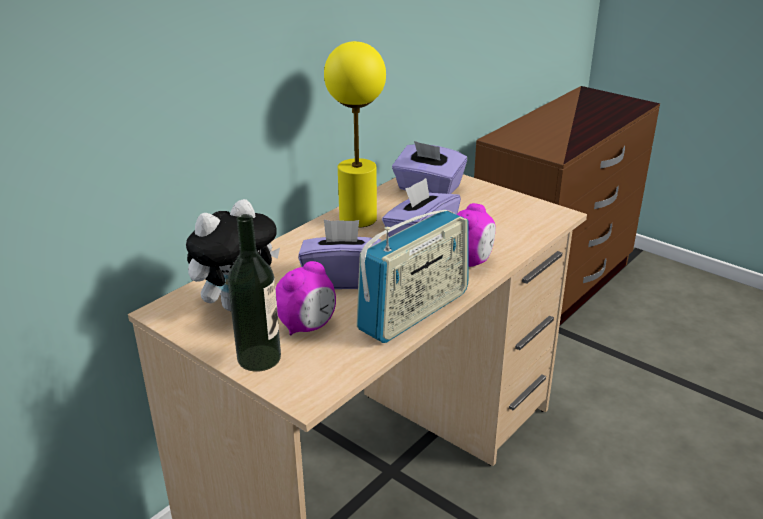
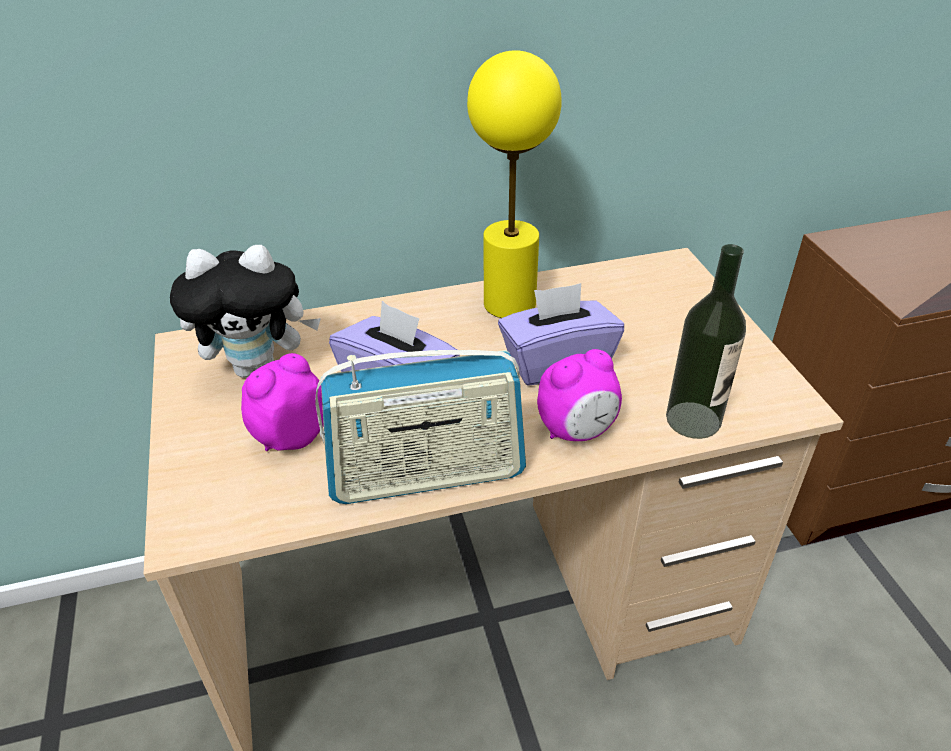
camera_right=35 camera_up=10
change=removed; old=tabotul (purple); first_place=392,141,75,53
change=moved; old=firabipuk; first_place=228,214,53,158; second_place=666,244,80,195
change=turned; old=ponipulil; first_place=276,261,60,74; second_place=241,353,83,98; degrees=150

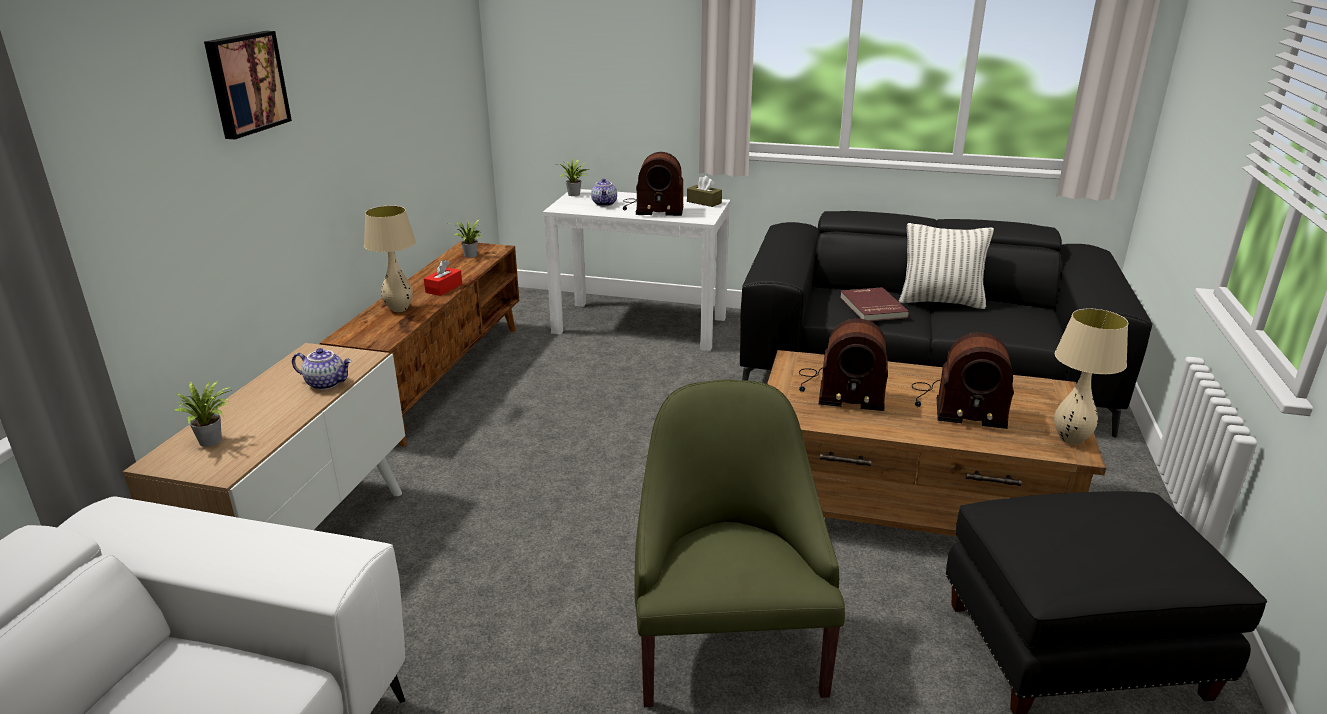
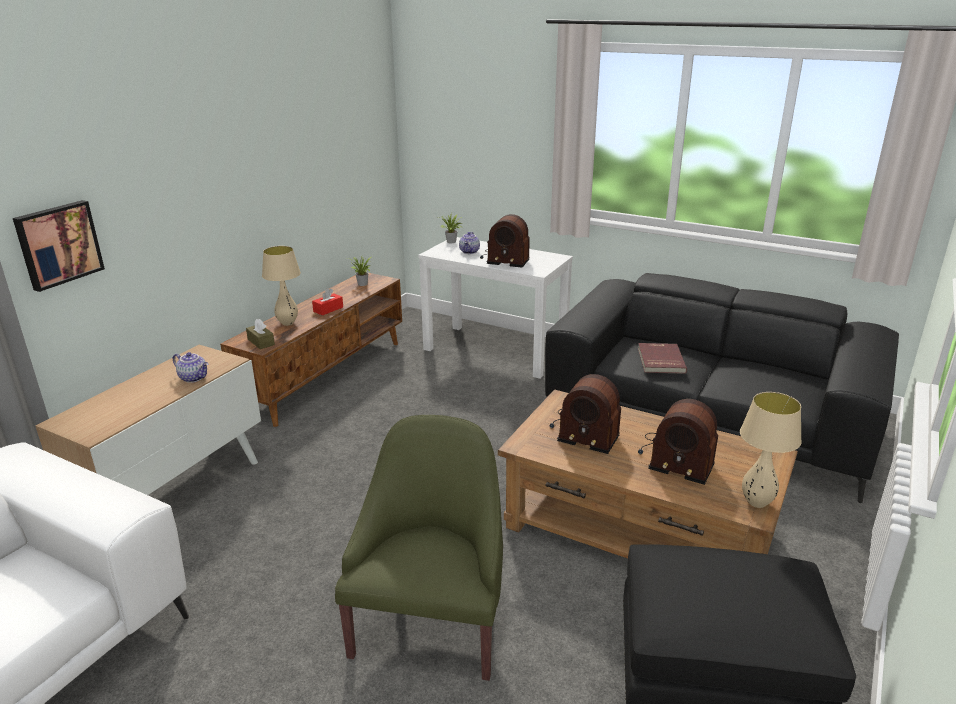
camera_right=15 camera_up=0
change=moved; old=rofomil; first_place=204,31,88,108; second_place=13,200,92,92
change=moved; old=tabotul (brown); first_place=687,176,35,31; second_place=246,319,29,30
change=removed; old=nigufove; first_place=899,223,95,86
change=removed; old=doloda; first_place=175,381,57,66

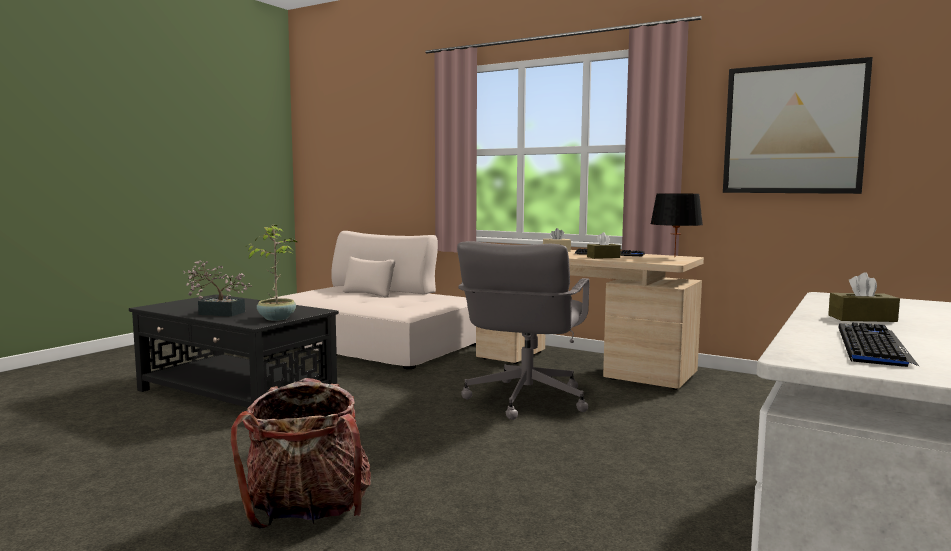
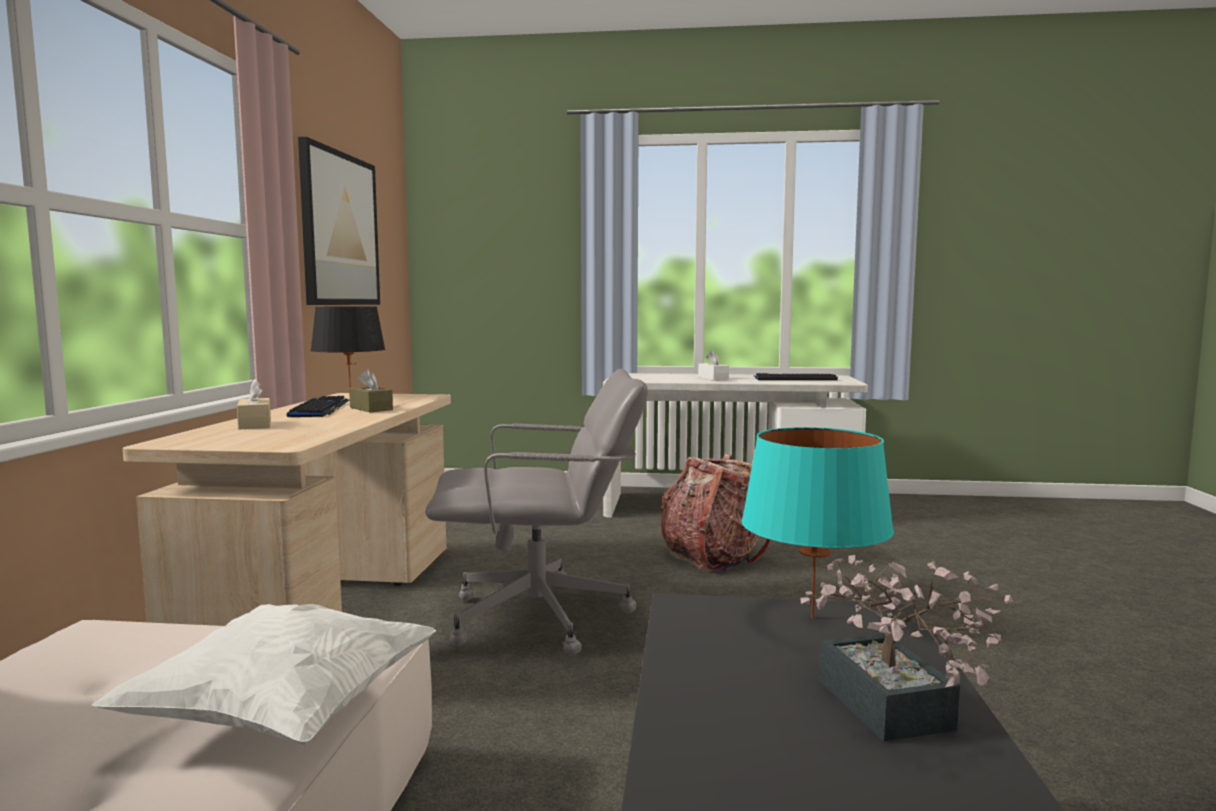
camera_right=-115 camera_up=0
change=replaced; old=doloda; new=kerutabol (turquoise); first_place=245,225,53,96; second_place=741,427,153,191
change=recoloured; old=tabotul (brown); new=tabotul (white); first_place=828,272,72,50; second_place=698,351,31,30
change=moved; old=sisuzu; first_place=231,378,140,151; second_place=661,454,110,118
change=added; new=nigufove (white); second_place=91,604,345,141

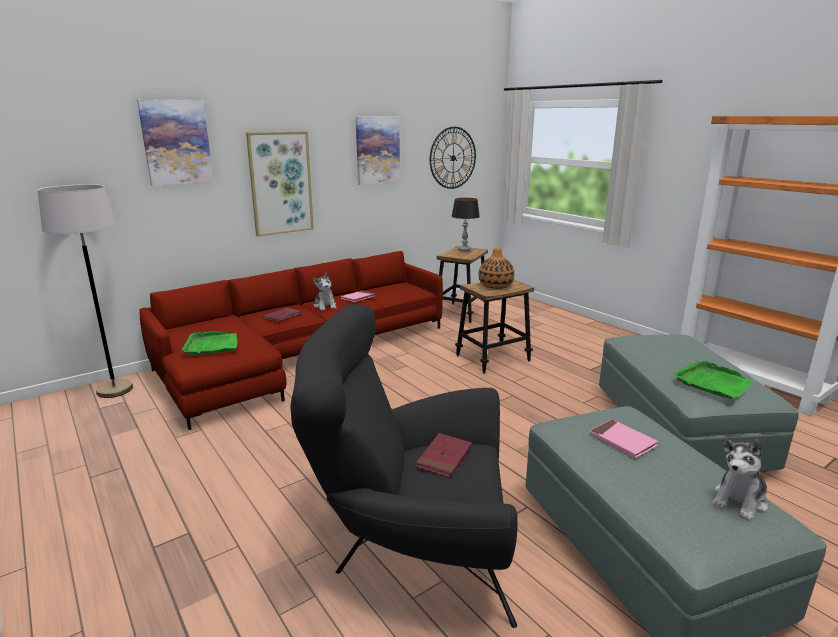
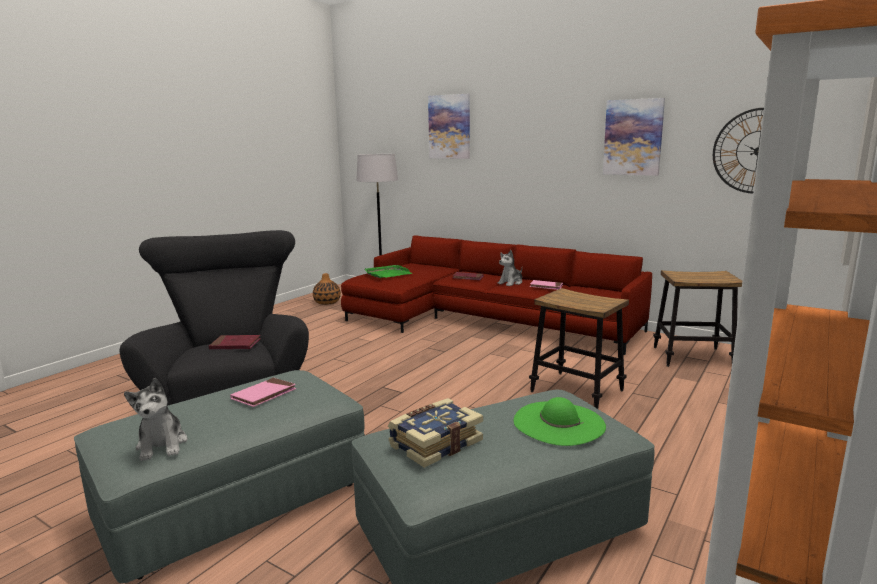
camera_right=70 camera_up=-5
change=removed; old=rofomil; first_place=246,131,68,105
change=removed; old=kerutabol; first_place=452,198,28,53
change=moved; old=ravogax; first_place=478,248,36,41; second_place=313,273,28,32
change=replaced; old=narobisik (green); new=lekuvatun; first_place=673,360,80,39; second_place=388,398,95,70
change=turned; old=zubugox; first_place=712,437,56,84; second_place=124,378,63,83; degrees=-135
change=added; new=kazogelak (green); second_place=514,397,92,49

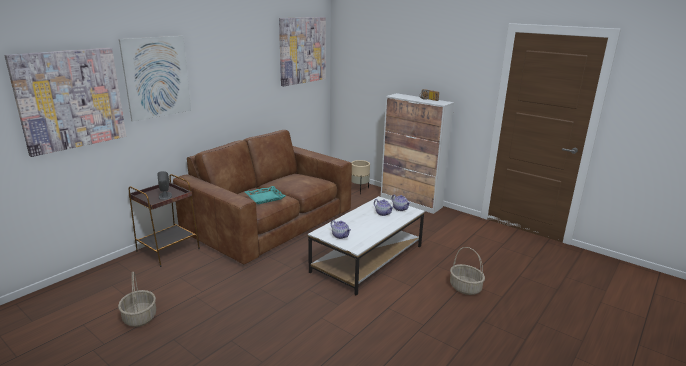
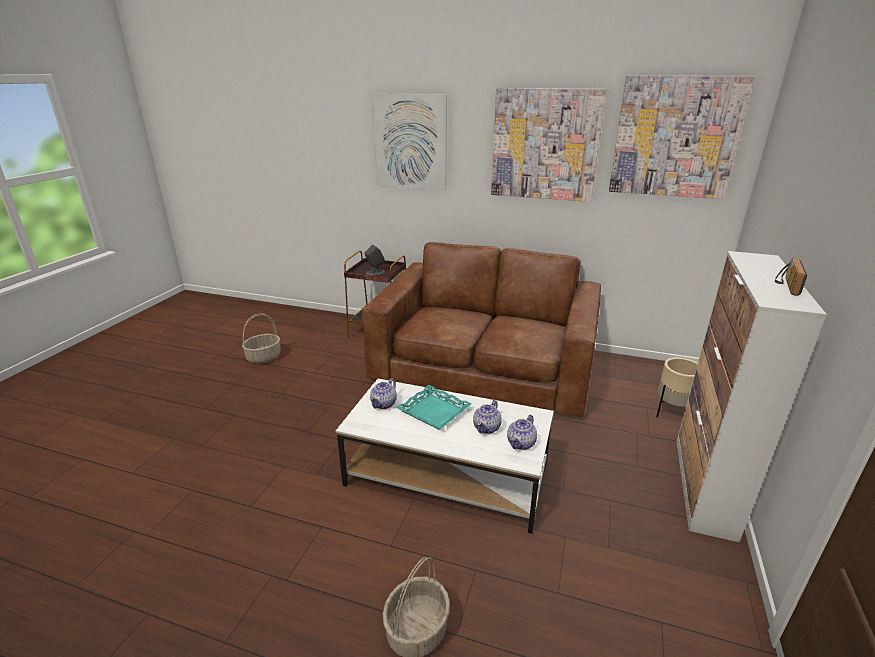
camera_right=70 camera_up=5
change=moved; old=rofomil; first_place=4,48,122,109; second_place=491,88,115,114
change=moved; old=narobisik (turquoise); first_place=245,186,40,18; second_place=396,385,76,44

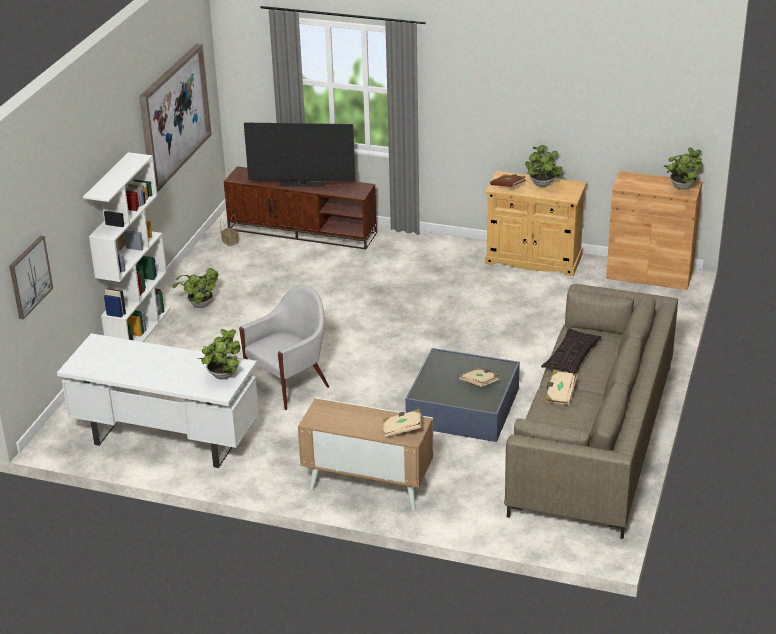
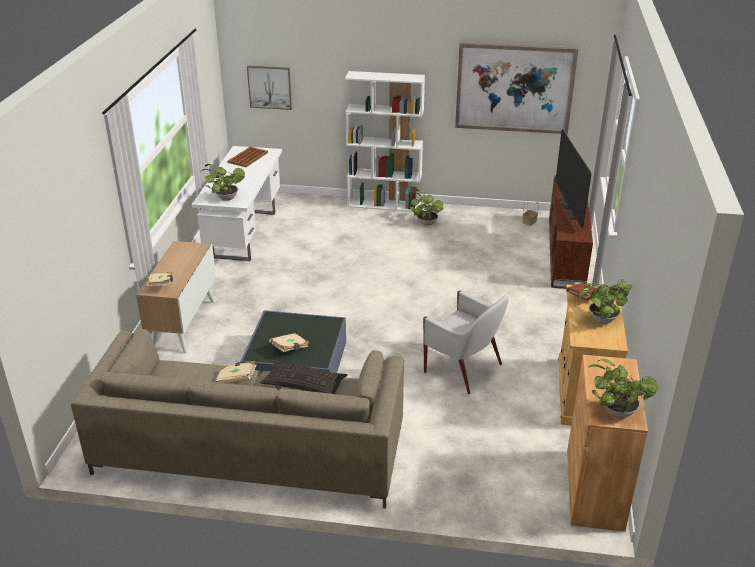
camera_right=80 camera_up=0
change=moved; old=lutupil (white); first_place=239,285,90,125; second_place=423,290,85,104
change=added; new=narobisik (brown); second_place=228,147,40,20

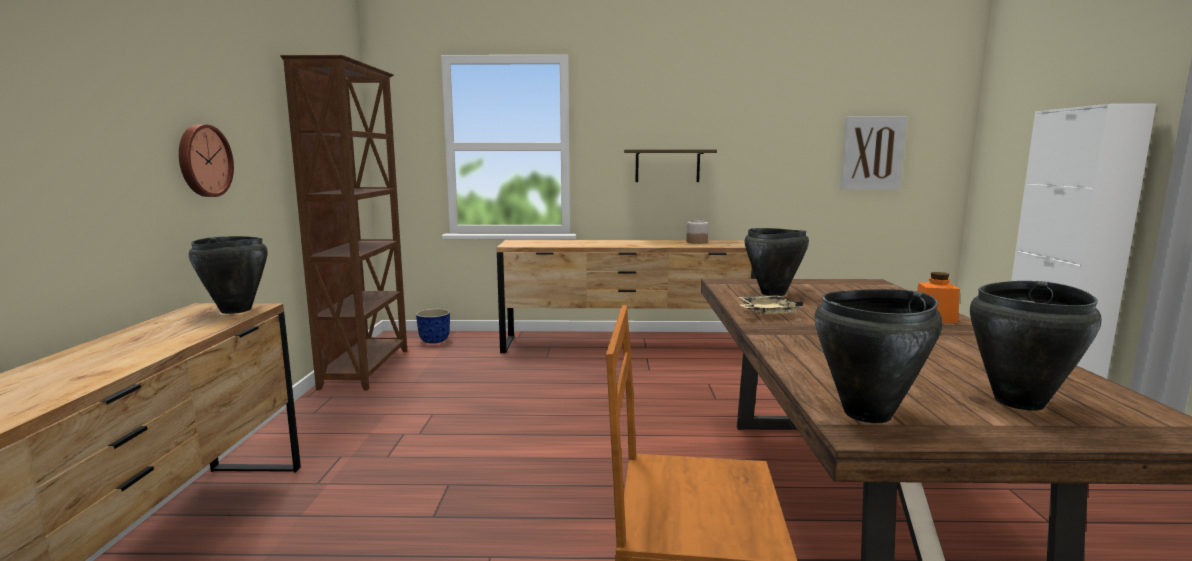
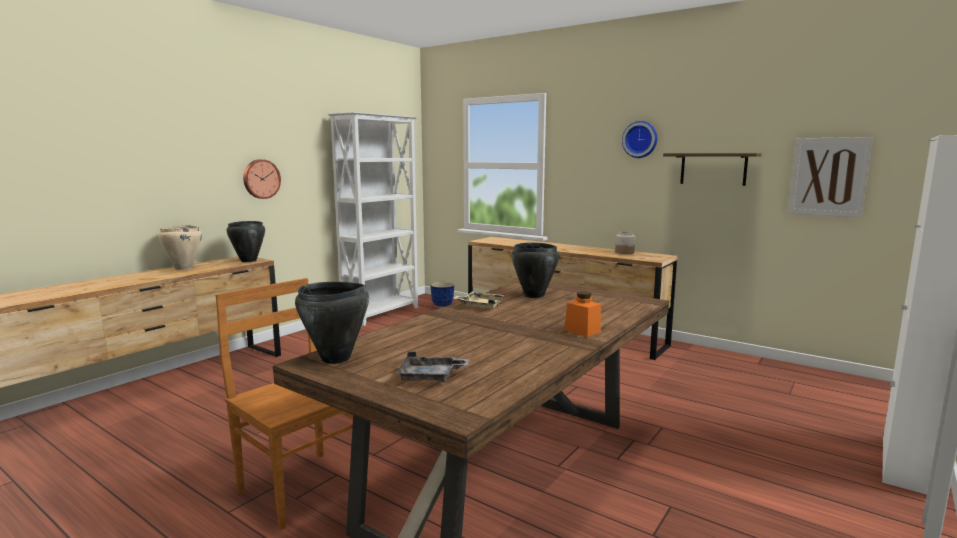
camera_right=35 camera_up=0
change=recoloured; old=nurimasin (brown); new=nurimasin (white); first_place=280,55,127,335; second_place=328,112,90,214
change=moved; old=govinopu; first_place=624,150,93,32; second_place=663,153,99,33
change=replaced; old=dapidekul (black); new=narobisik (grey); first_place=970,281,132,130; second_place=395,351,75,31
change=added; new=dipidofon; second_place=622,121,35,37
change=added; new=dapidekul (beige); second_place=158,226,44,44

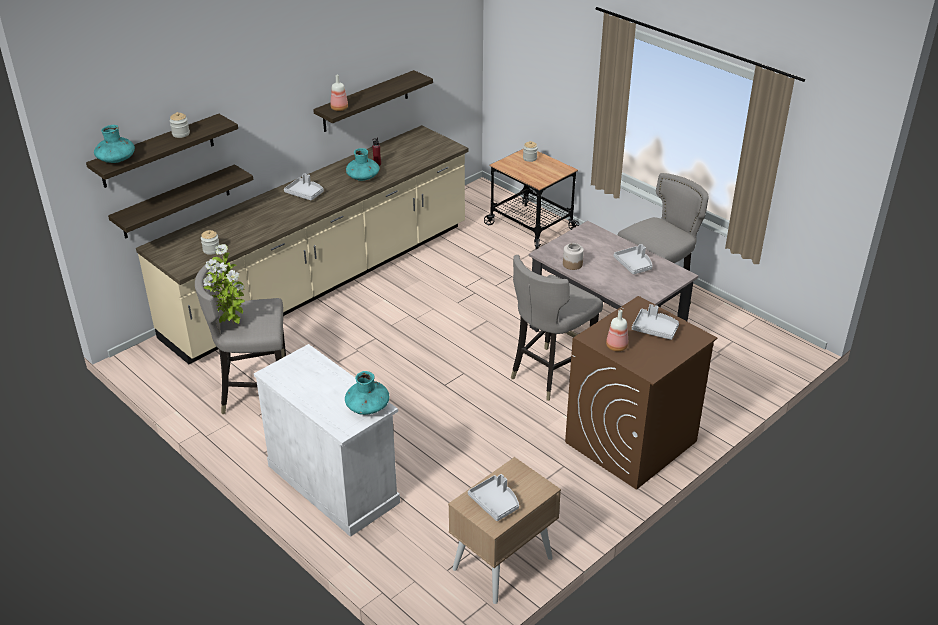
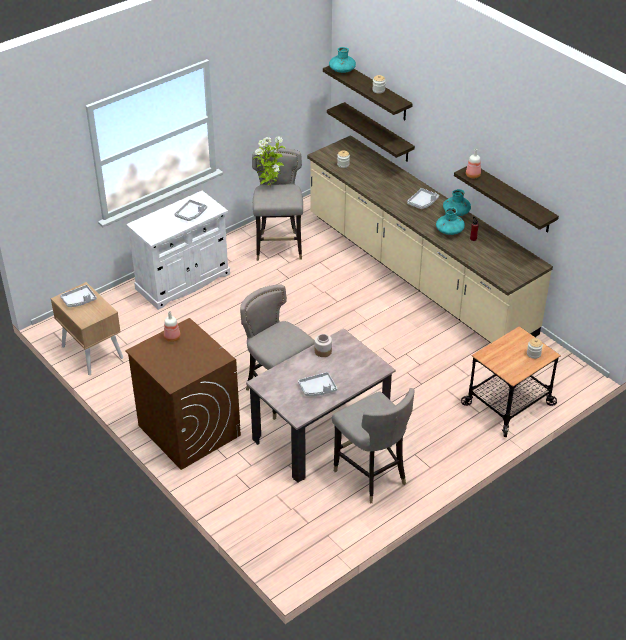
camera_right=95 camera_up=5
change=moved; old=narobisik (grey); first_place=632,304,47,36; second_place=174,200,33,21
change=moved; old=ravogax (turquoise); first_place=345,371,44,44; second_place=443,189,28,27

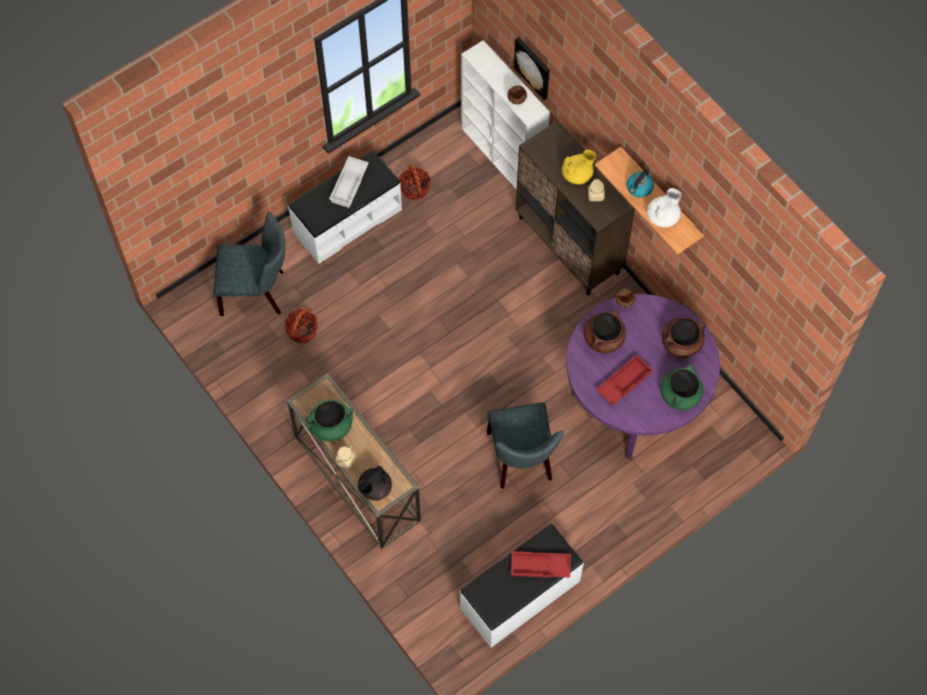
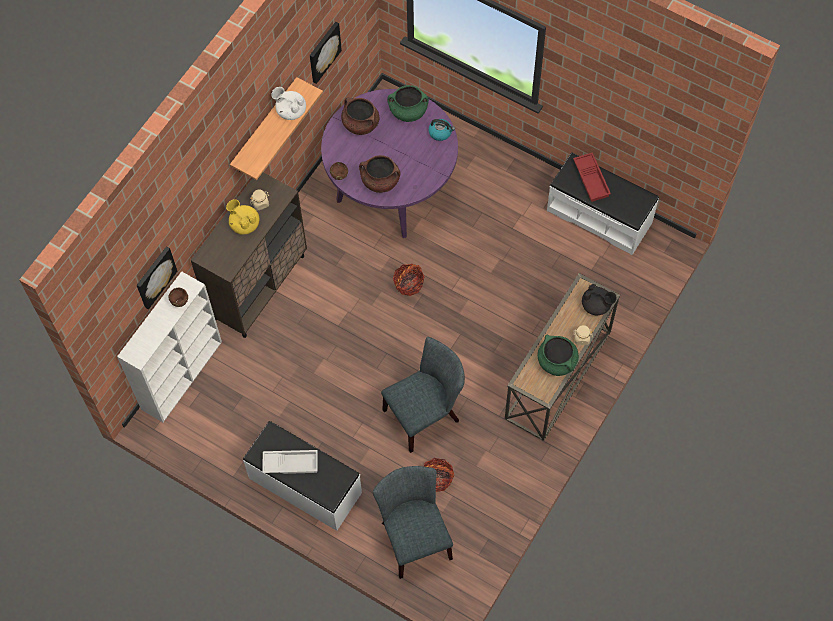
camera_right=-110 camera_up=0
change=moved; old=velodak; first_place=399,165,32,36; second_place=393,264,32,32
change=moved; old=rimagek; first_place=627,170,27,28; second_place=428,119,27,22
change=removed; old=narobisik (red); first_place=596,355,57,51
change=moved; old=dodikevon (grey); first_place=487,402,77,87; second_place=381,337,84,116
change=added; new=rofomil; second_place=310,22,32,62

